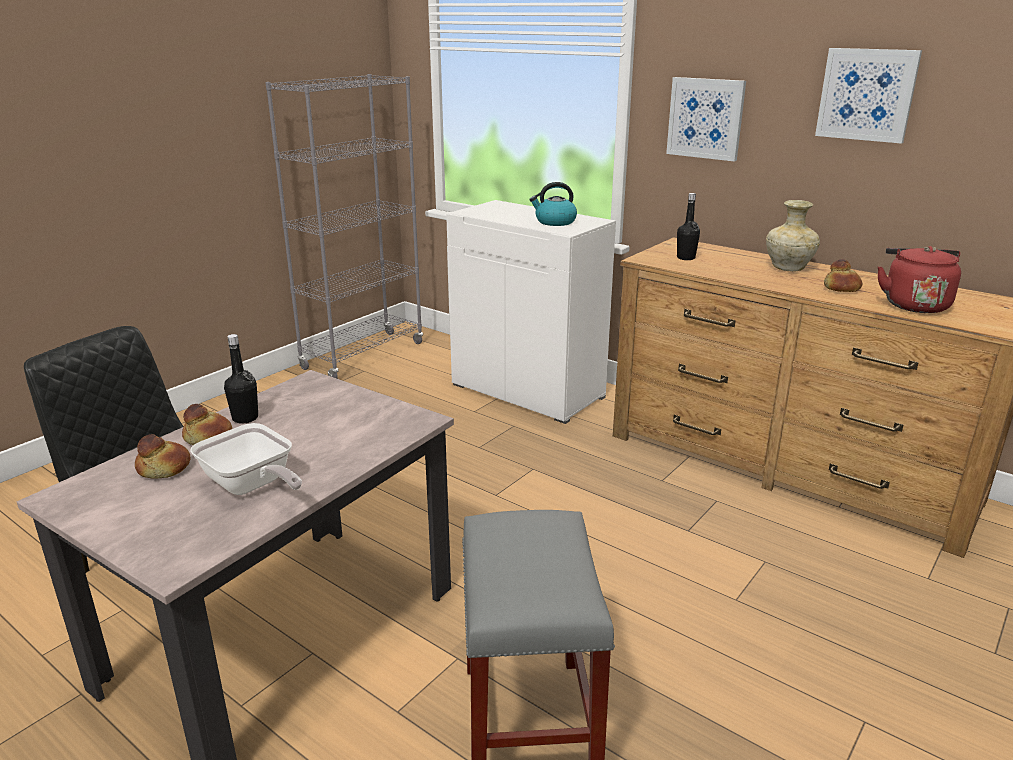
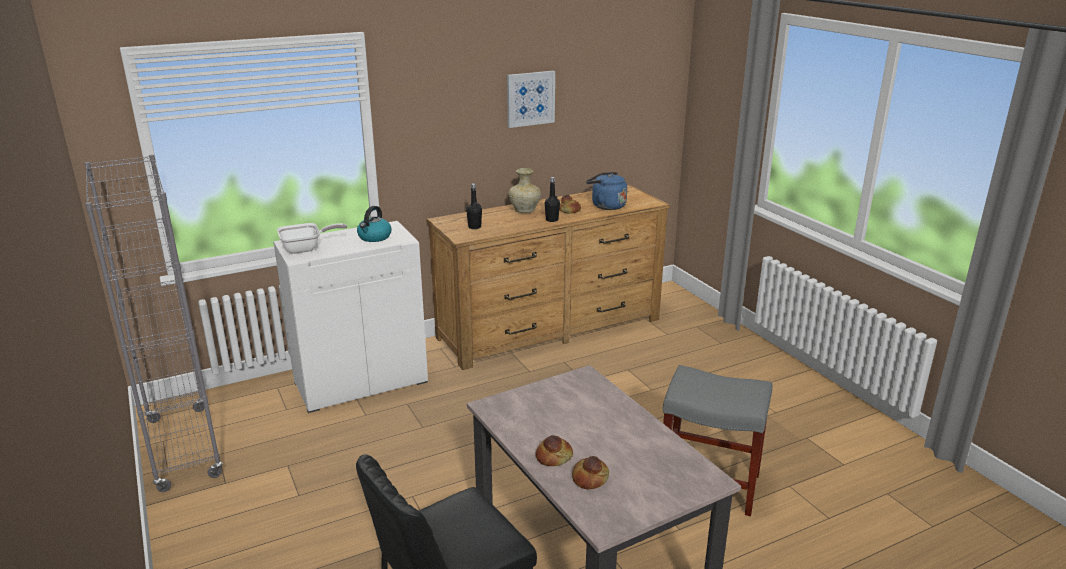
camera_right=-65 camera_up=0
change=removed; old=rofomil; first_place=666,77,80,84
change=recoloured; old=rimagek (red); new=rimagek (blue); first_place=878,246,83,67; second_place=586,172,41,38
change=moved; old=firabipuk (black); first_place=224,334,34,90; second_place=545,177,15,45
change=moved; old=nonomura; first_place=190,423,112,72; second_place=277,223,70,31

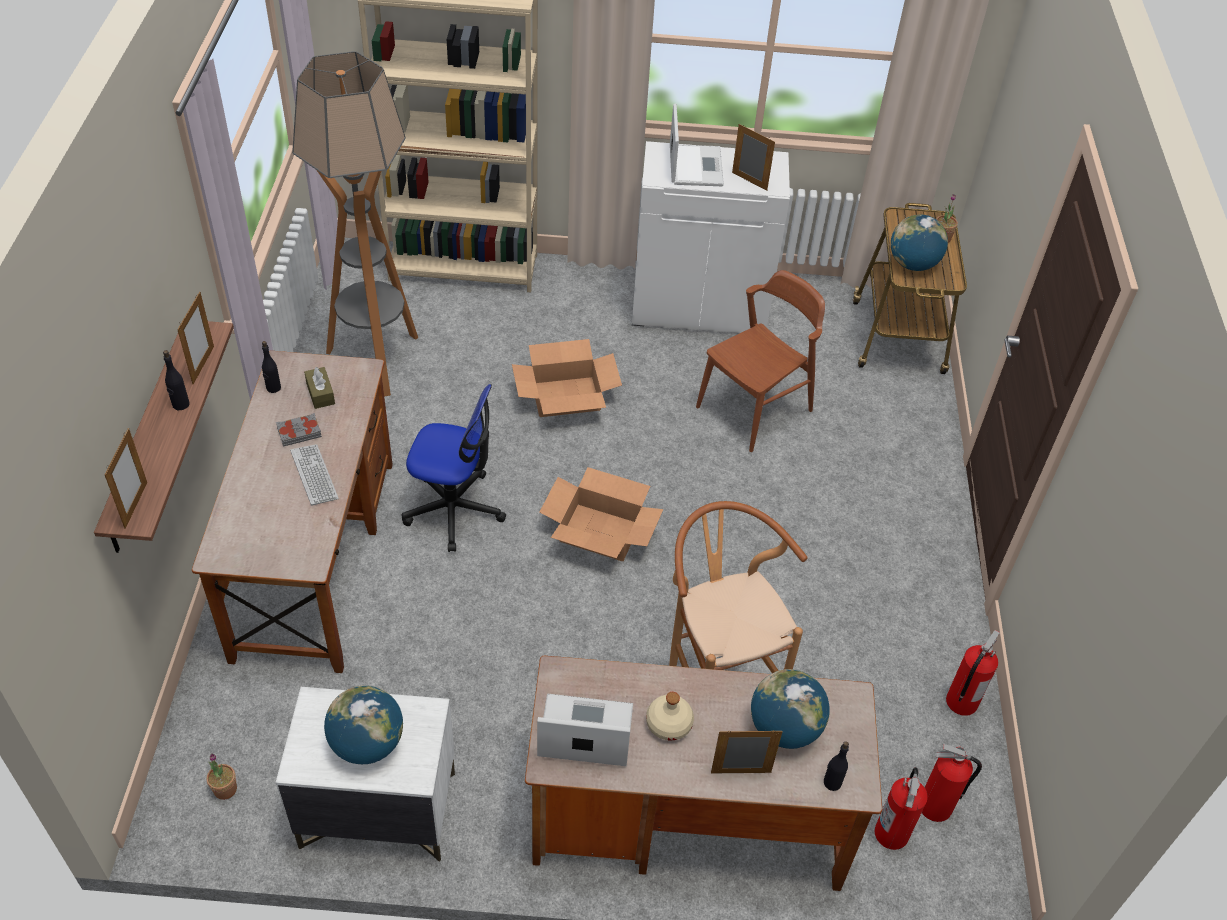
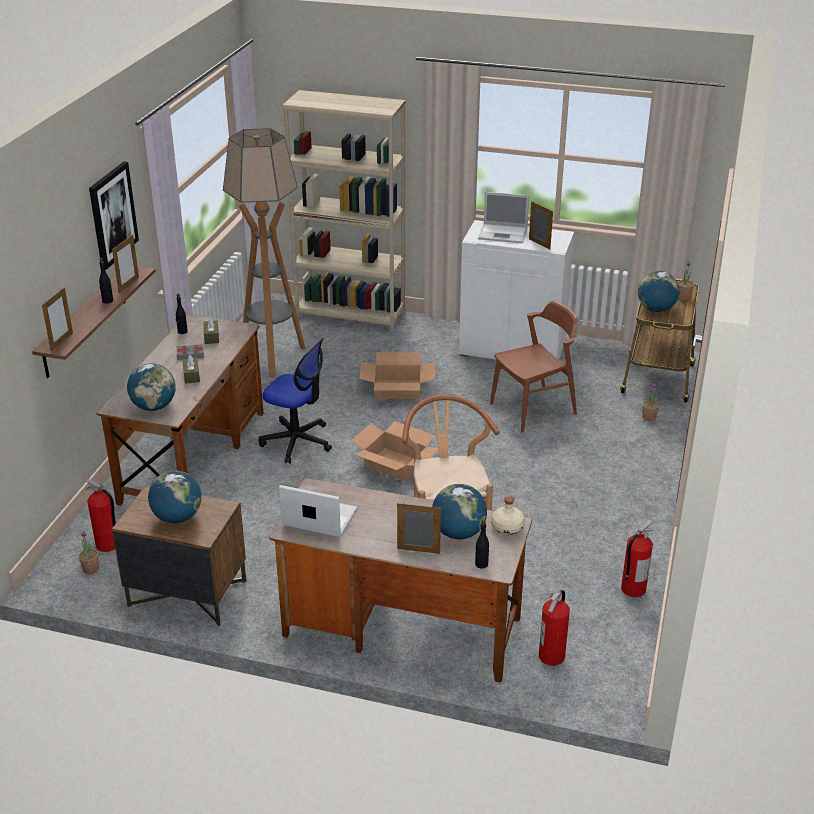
camera_right=15 camera_up=-15
change=turned; old=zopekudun; first_place=670,103,54,83; second_place=478,192,51,51; degrees=90
change=replaced; old=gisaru; new=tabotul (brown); first_place=290,444,49,62; second_place=183,355,17,29
change=recoloured; old=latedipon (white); new=latedipon (brown); first_place=275,687,180,175; second_place=112,485,134,141
change=moved; old=firabipuk (beige); first_place=646,692,48,48; second_place=491,496,34,39
change=moved; old=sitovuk; first_place=922,744,60,78; second_place=85,478,31,74
change=added; new=rofomil; second_place=89,162,50,108
change=added; new=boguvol; second_place=127,363,49,48
change=added; new=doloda; second_place=642,384,17,37

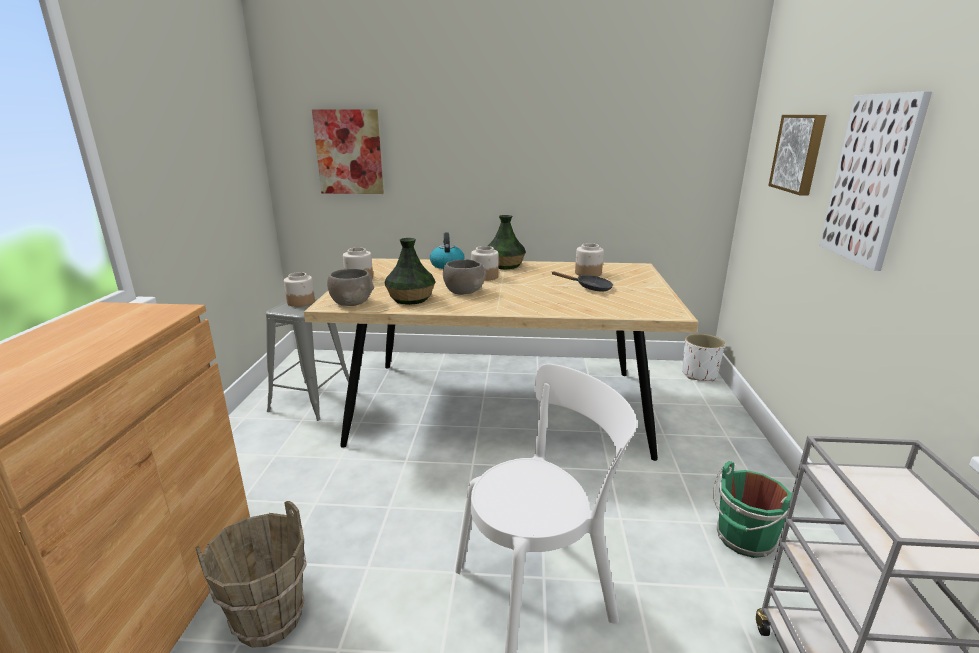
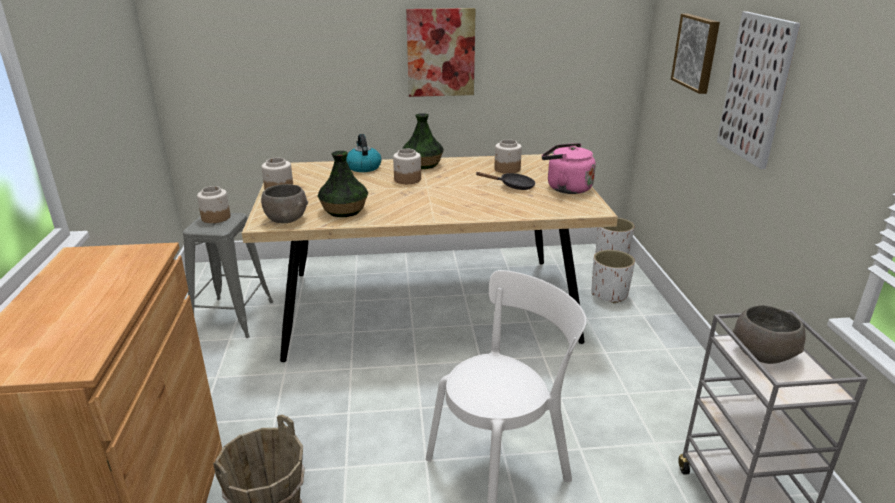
camera_right=-10 camera_up=5
change=moved; old=rofomil; first_place=312,109,72,85; second_place=406,8,70,89
change=moved; old=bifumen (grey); first_place=443,259,44,36; second_place=733,305,73,59
change=removed; old=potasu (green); first_place=713,461,79,97
change=added; new=rimagek (pink); second_place=542,143,54,51
change=added; new=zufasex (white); second_place=592,250,43,53

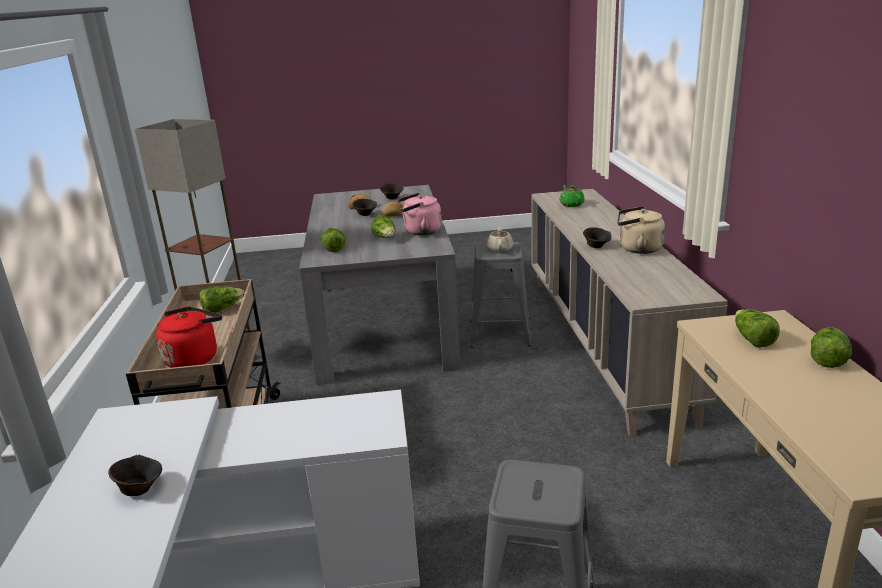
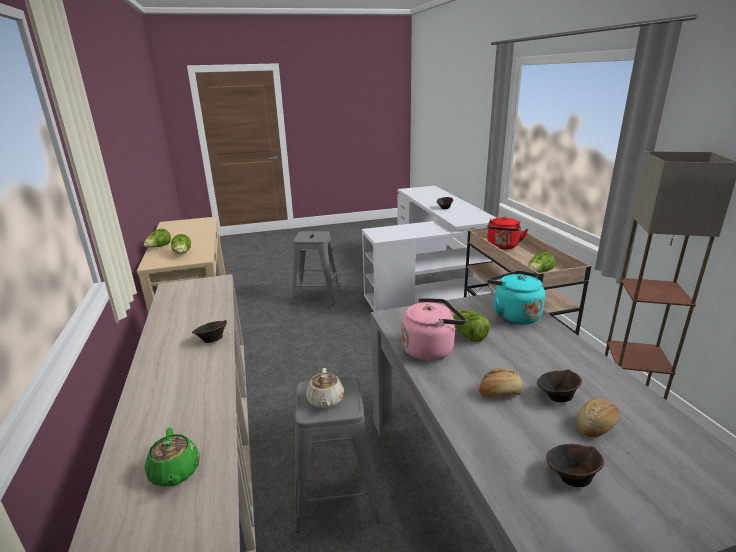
camera_right=170 camera_up=0
change=removed; old=rimagek (beige); first_place=617,206,48,48
change=replaced; old=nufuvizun; new=rimagek (turquoise); first_place=321,228,25,24; second_place=487,271,58,54

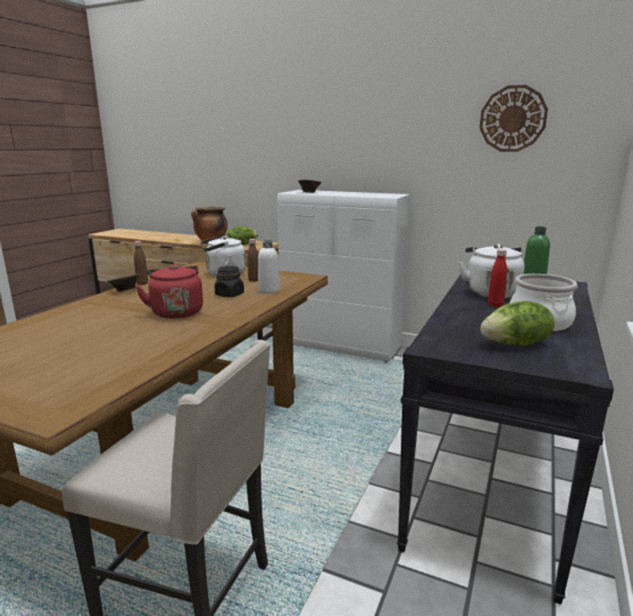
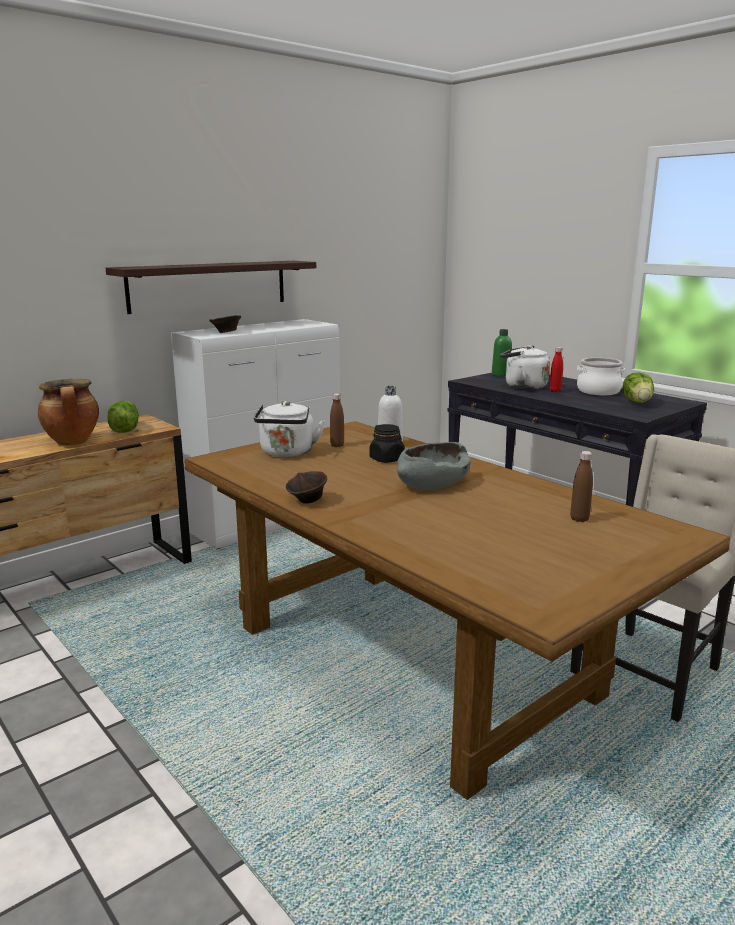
camera_right=-65 camera_up=0
change=removed; old=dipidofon; first_place=479,85,69,67
change=moved; old=firabipuk (brown); first_place=134,241,14,44; second_place=570,451,23,71
change=replaced; old=rimagek (red); new=bifumen (grey); first_place=136,265,67,54; second_place=397,442,74,48
change=added; new=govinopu; second_place=106,261,210,53

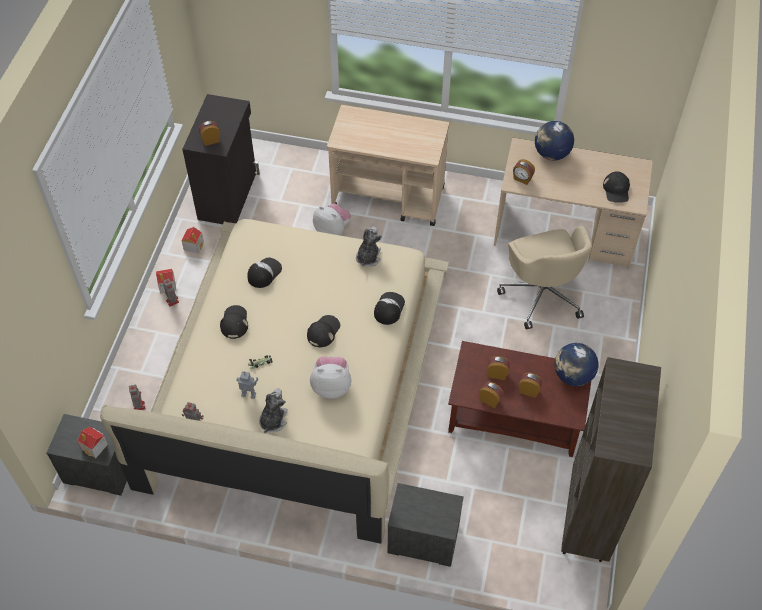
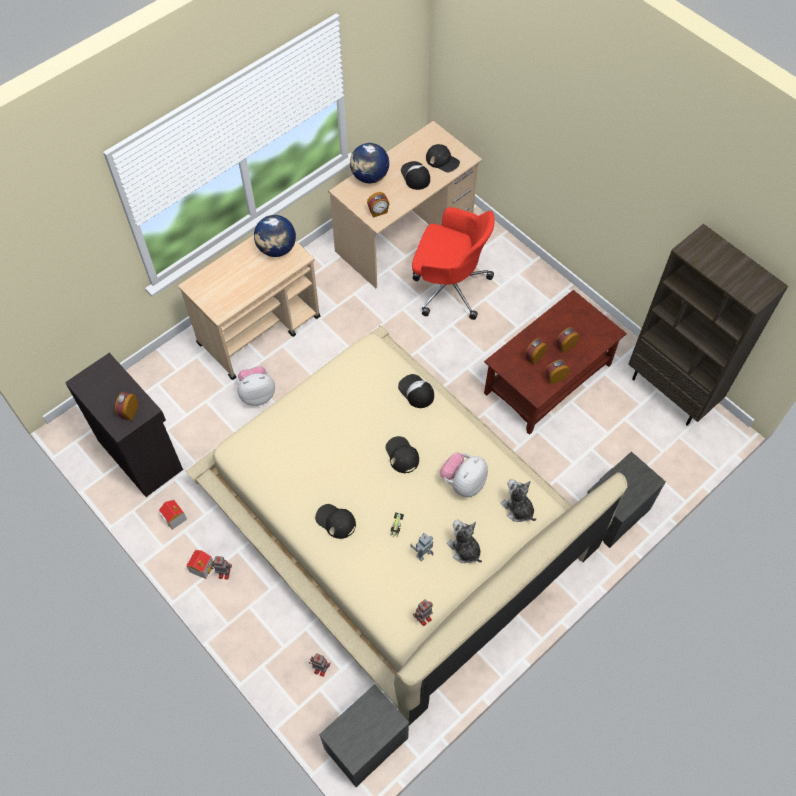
camera_right=-55 camera_up=5
change=recoloured; old=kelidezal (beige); new=kelidezal (red); first_place=497,226,95,104; second_place=412,207,83,113
change=moved; old=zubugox; first_place=356,227,26,40; second_place=501,479,35,43
change=moved; old=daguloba; first_place=247,258,35,30; second_place=401,161,29,29
change=moved; old=boguvol; first_place=554,343,45,43; second_place=254,215,42,42
change=removed; old=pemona; first_place=77,427,31,31

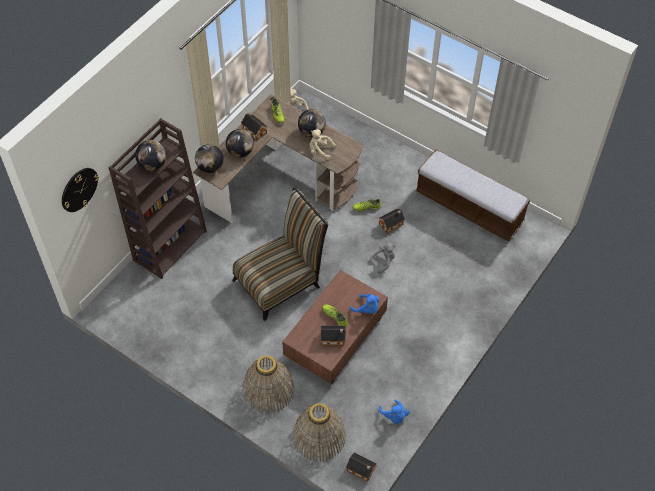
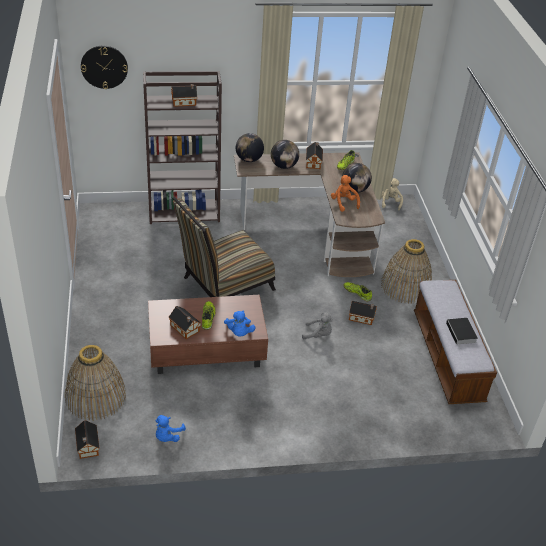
camera_right=45 camera_up=-15
change=recoloured; old=zubugox (beige); new=zubugox (orange); first_place=310,129,26,31; second_place=331,175,29,37
change=replaced; old=boguvol; new=pemona; first_place=135,140,31,31; second_place=171,84,26,23
change=turned; old=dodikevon; first_place=232,186,96,135; second_place=173,197,103,100; degrees=135
change=moved; old=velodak; first_place=243,355,52,58; second_place=381,239,51,65
change=added; new=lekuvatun; second_place=446,318,32,31

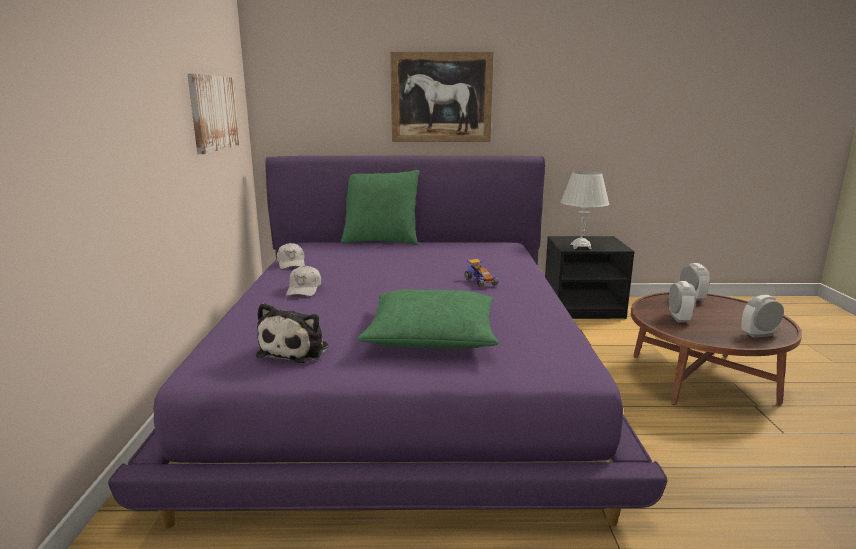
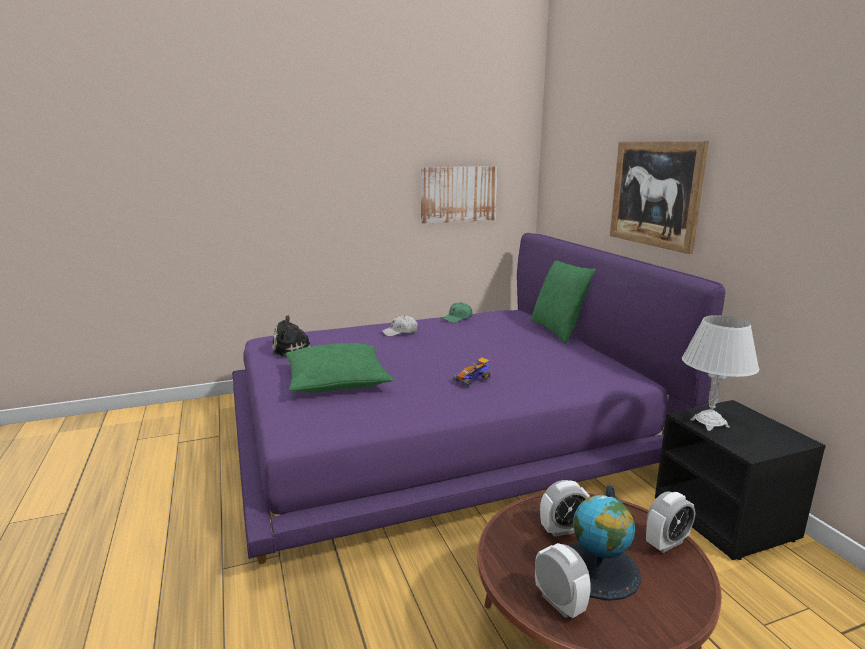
camera_right=70 camera_up=0
change=recoloured; old=daguloba (white); new=daguloba (green); first_place=277,243,28,26; second_place=442,302,30,21
change=added; new=boguvol; second_place=570,485,71,116

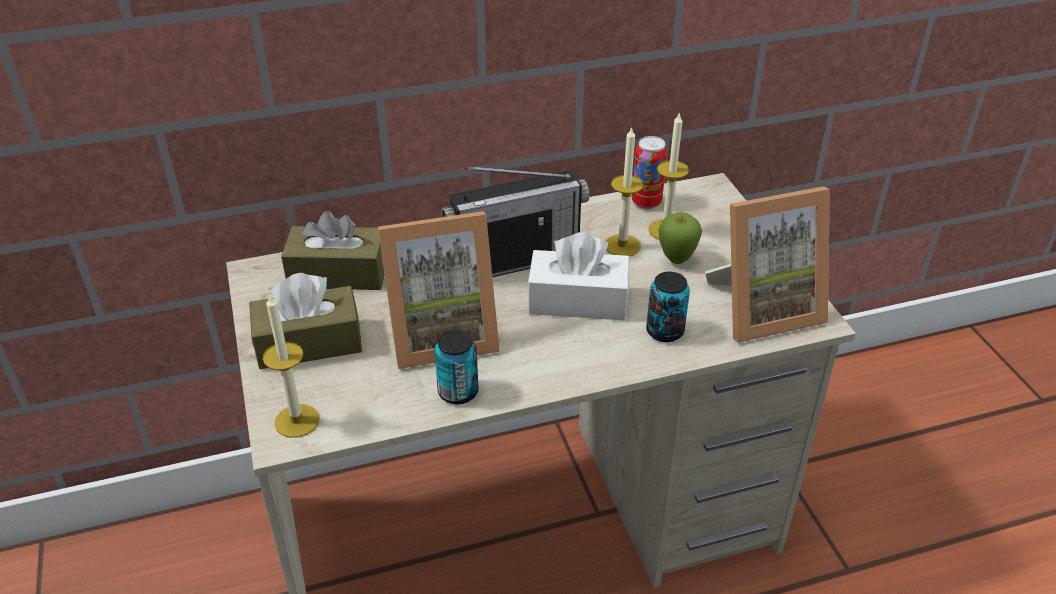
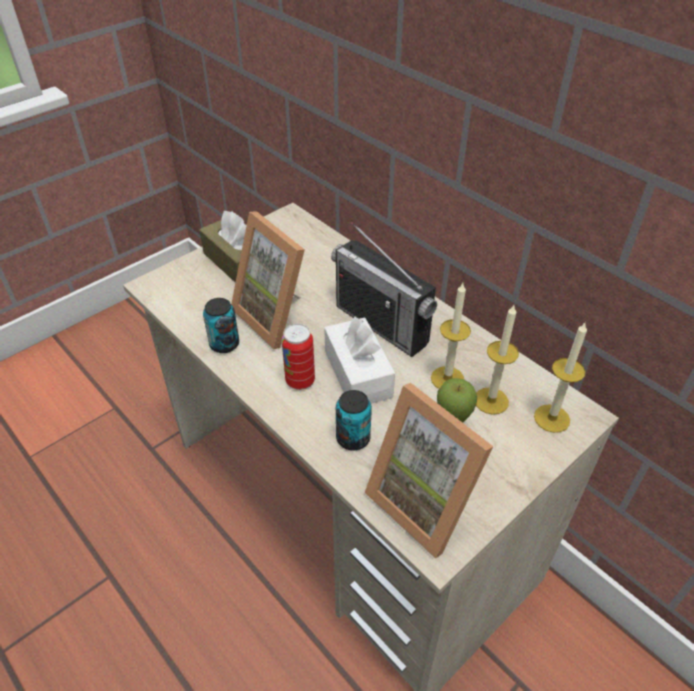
camera_right=65 camera_up=5
change=moved; old=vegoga; first_place=632,136,35,73; second_place=282,324,33,66
change=removed; old=tabotul (brown); first_place=281,211,104,79
change=moved; old=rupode; first_place=262,293,58,145; second_place=534,323,53,110

